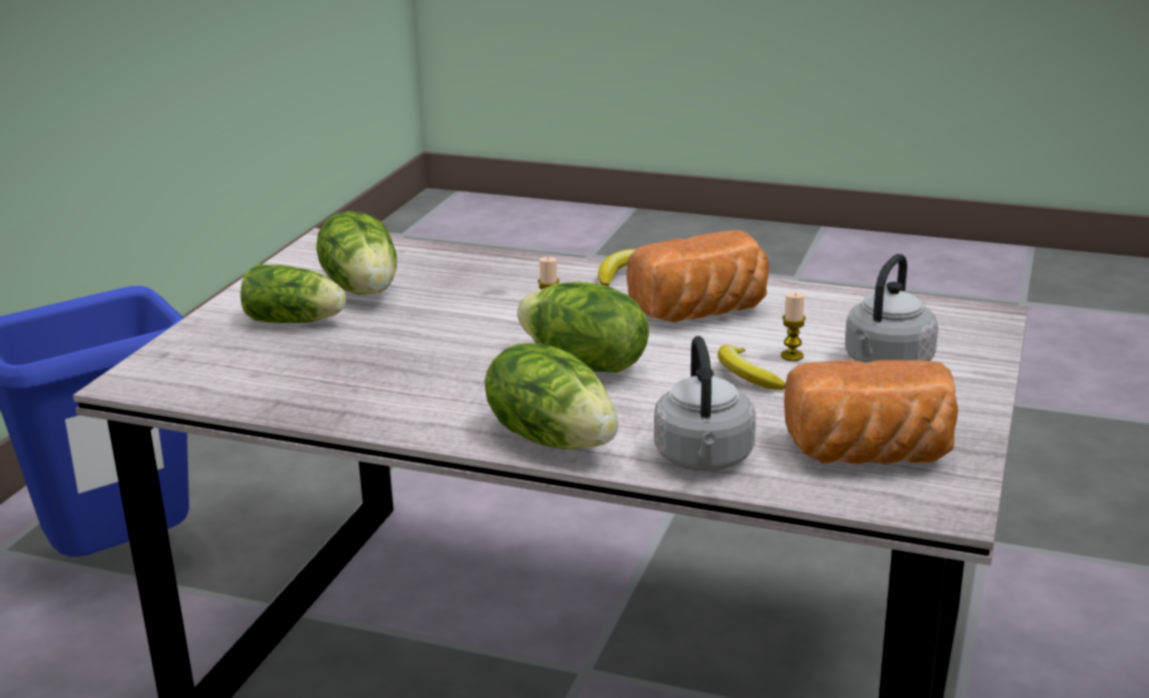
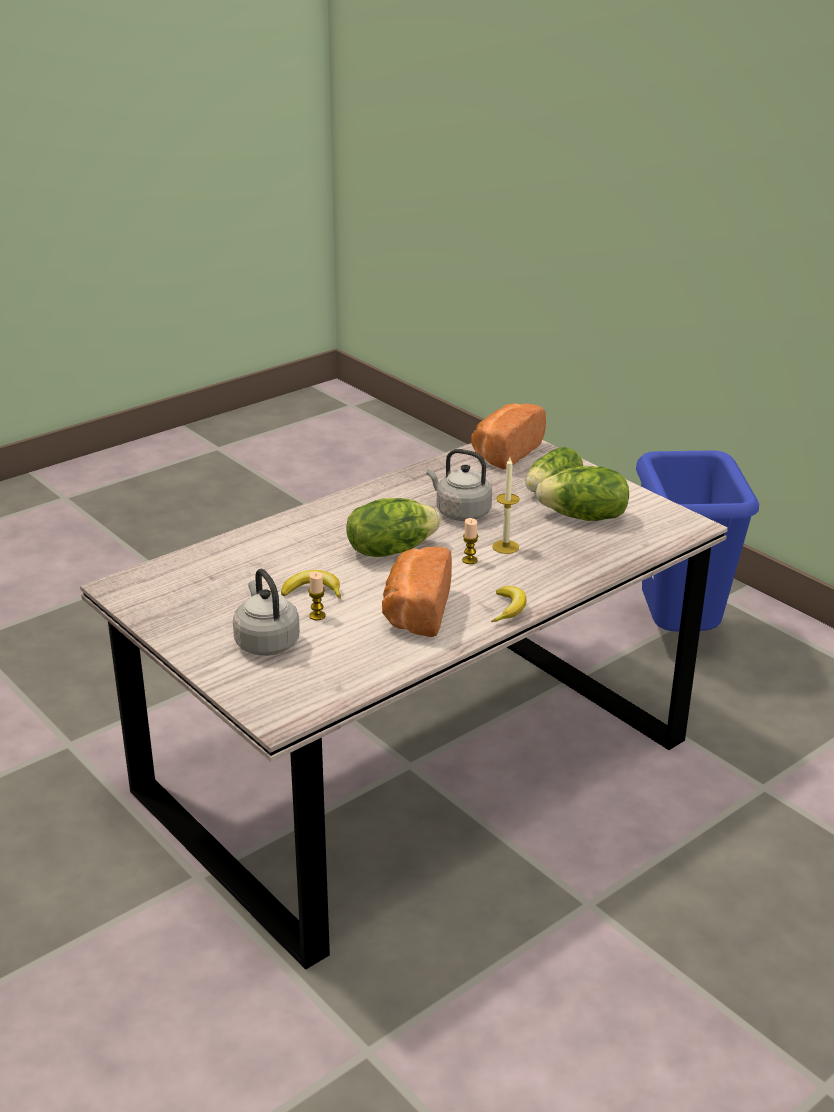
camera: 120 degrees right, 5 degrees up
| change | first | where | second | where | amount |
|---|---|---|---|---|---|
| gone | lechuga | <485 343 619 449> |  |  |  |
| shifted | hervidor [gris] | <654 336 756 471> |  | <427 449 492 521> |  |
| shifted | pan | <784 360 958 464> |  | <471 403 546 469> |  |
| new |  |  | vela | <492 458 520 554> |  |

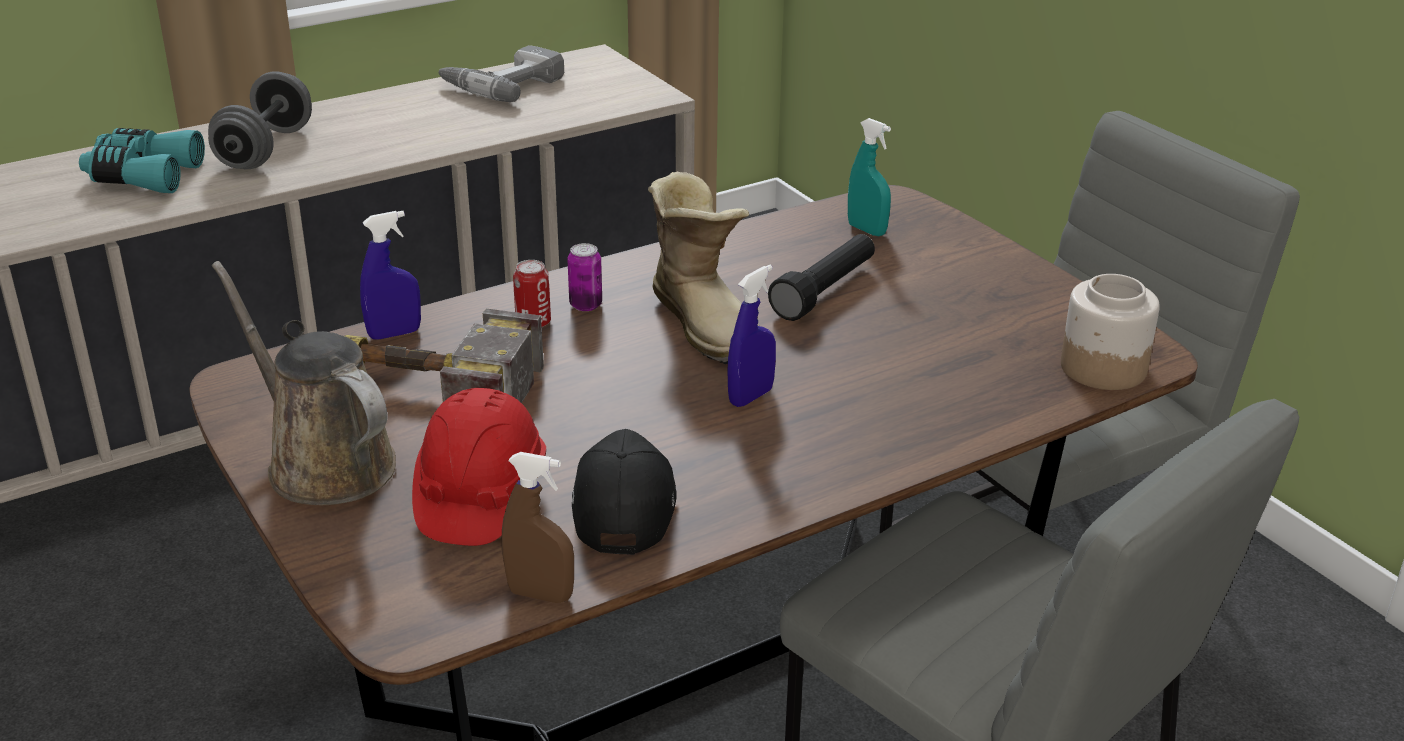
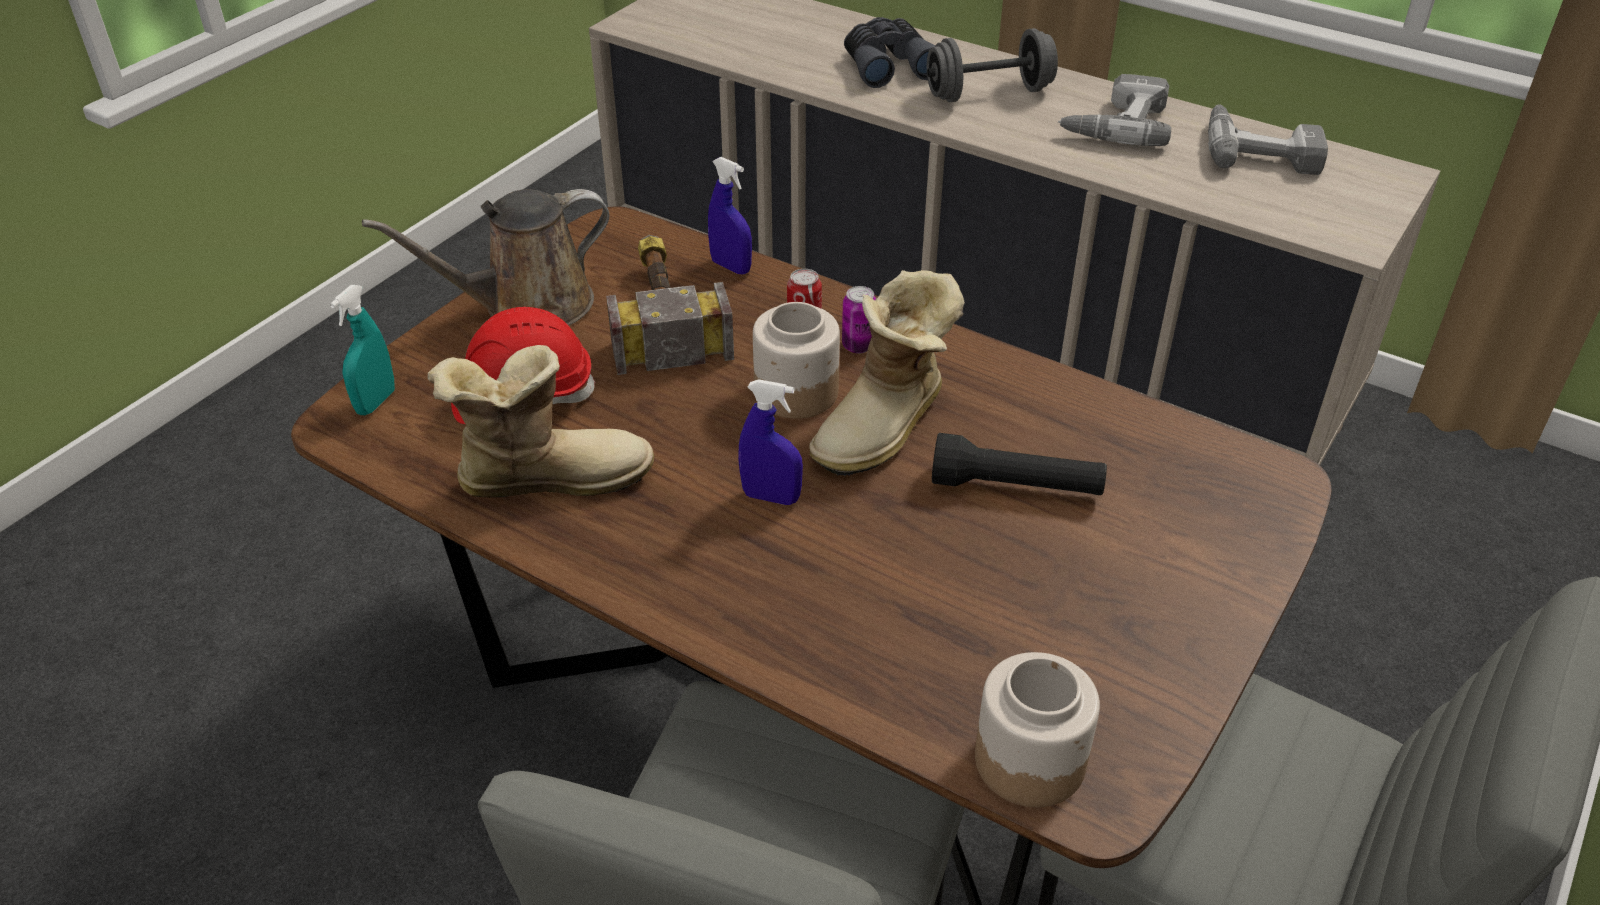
camera: 65 degrees right, 10 degrees up
| change | first | where | second | where | amount |
|---|---|---|---|---|---|
| repainted | prismáticos [turquesa] | <79 128 205 193> | prismáticos [gris] | <844 17 935 88> |  |
| rotated | regadera [marrón] | <212 261 396 505> |  | <362 189 609 326> | 135 degrees counterclockwise |
| gone | pulverizador [marrón] | <502 452 574 603> |  |  |  |
| swapped | gorra [negro] | <572 429 677 555> | bota | <428 345 654 497> |  |
| shifted | pulverizador [turquesa] | <848 118 891 236> |  | <330 285 395 415> |  |
| new |  |  | tarro | <753 302 840 419> |  |
| new |  |  | taladro | <1058 74 1171 146> |  |

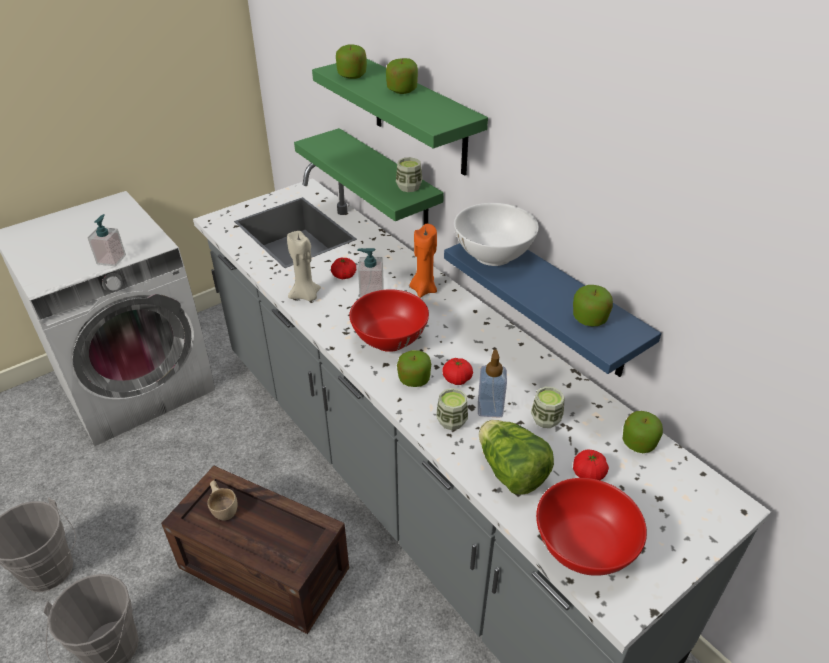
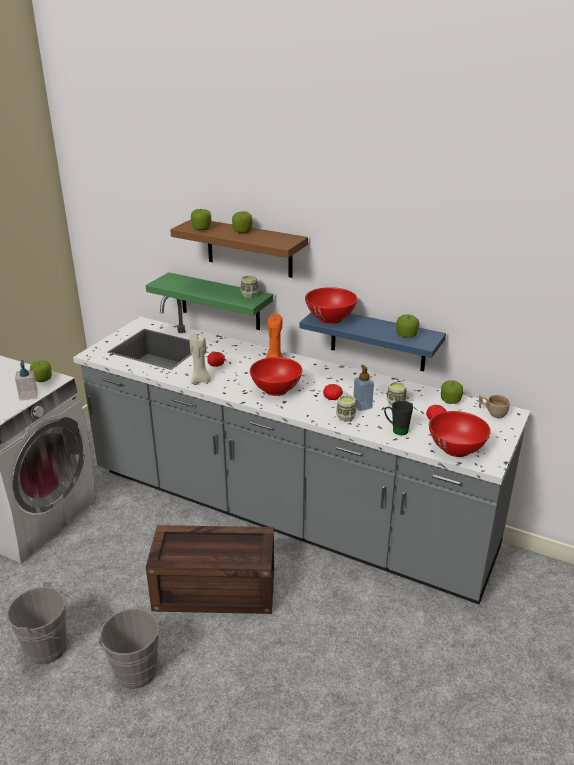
camera: 25 degrees left, 10 degrees down
| change | first | where | second | where | amount |
|---|---|---|---|---|---|
| shifted | taza [beis] | <207 480 237 521> |  | <479 394 510 418> |  |
| repainted | estante [verde] | <312 59 488 176> | estante [marrón] | <170 220 308 278> |  |
| gone | dispensador de jabón | <357 248 384 298> |  |  |  |
| shifted | manzana | <397 350 431 387> |  | <30 361 52 382> |  |
| repainted | cuenco [blanco] | <454 203 539 266> | cuenco [rojo] | <305 287 357 324> |  |
| swapped | lechuga | <479 420 554 494> | taza grande [negro] | <384 401 413 435> |  |

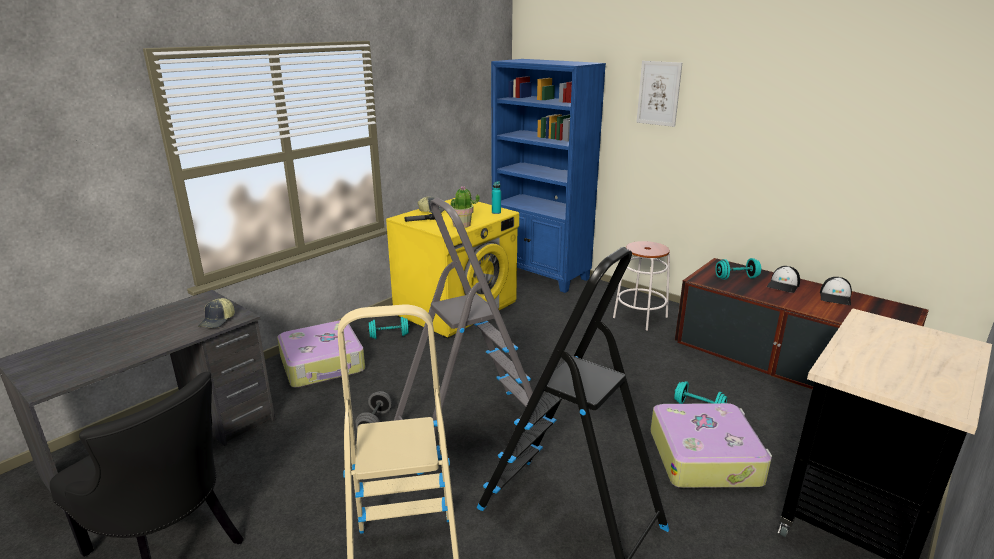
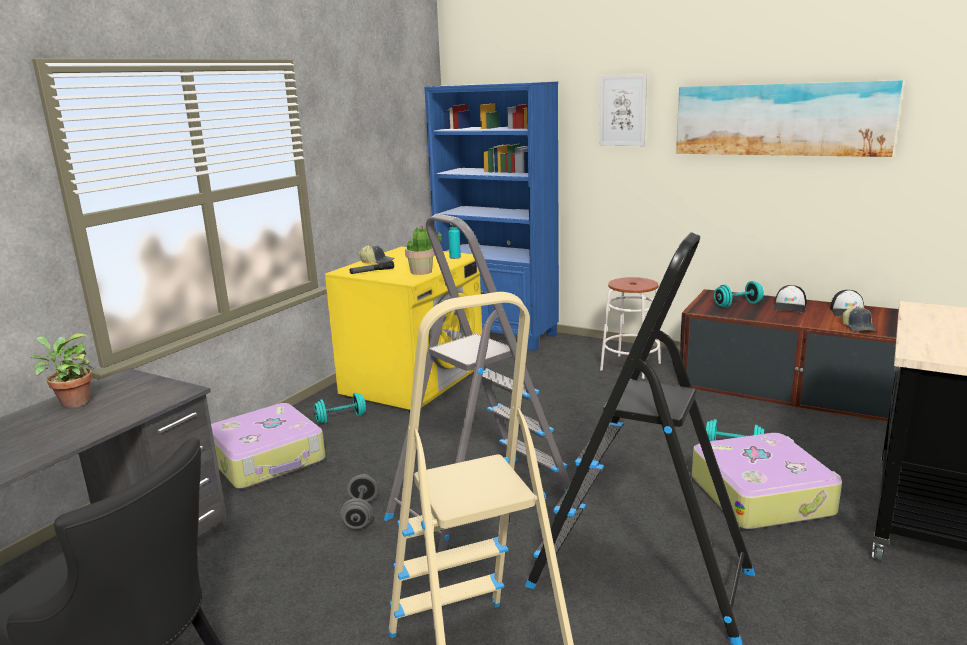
camera: 10 degrees left, 5 degrees down
| change | first | where | second | where | amount |
|---|---|---|---|---|---|
| shifted | gorra | <197 298 235 328> |  | <843 306 876 332> |  |
| new |  |  | planta en maceta | <30 333 94 408> |  |
| new |  |  | cuadro | <676 80 903 157> |  |

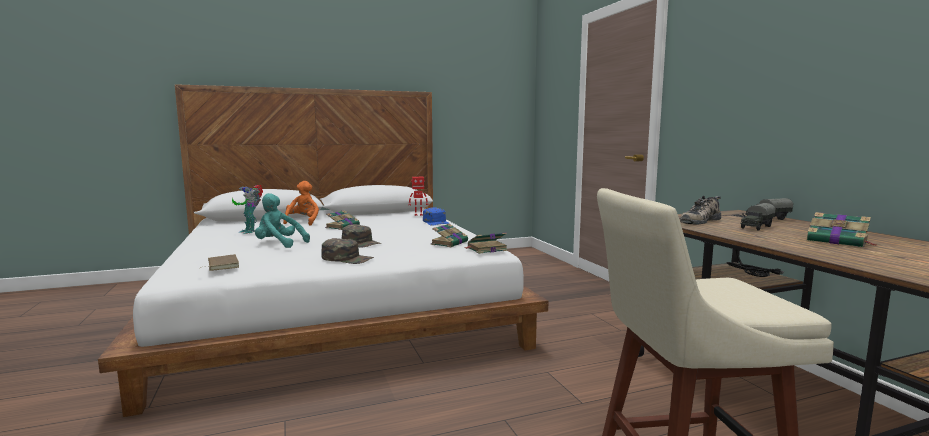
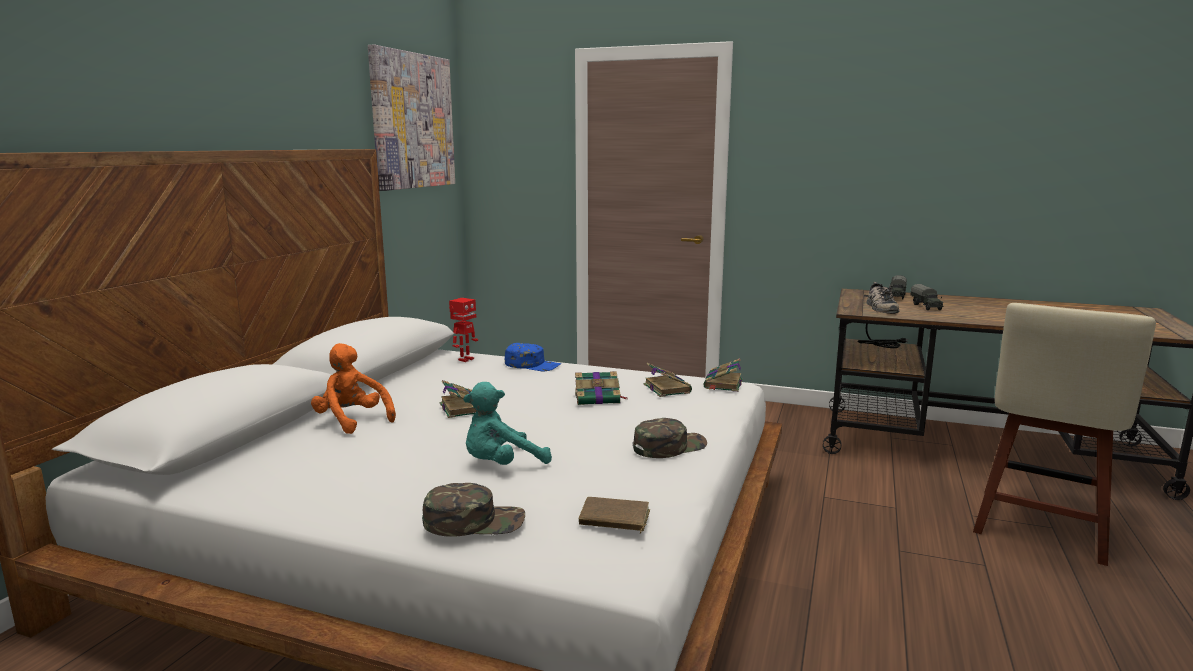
camera: 50 degrees left, 5 degrees up
| change | first | where | second | where | amount |
|---|---|---|---|---|---|
| gone | robot de juguete | <232 185 263 234> |  |  |  |
| shifted | gorra [verde] | <342 224 382 247> |  | <422 483 525 537> |  |
| shifted | libro | <807 212 877 247> |  | <575 371 627 405> |  |
| new |  |  | cuadro | <368 44 455 191> |  |

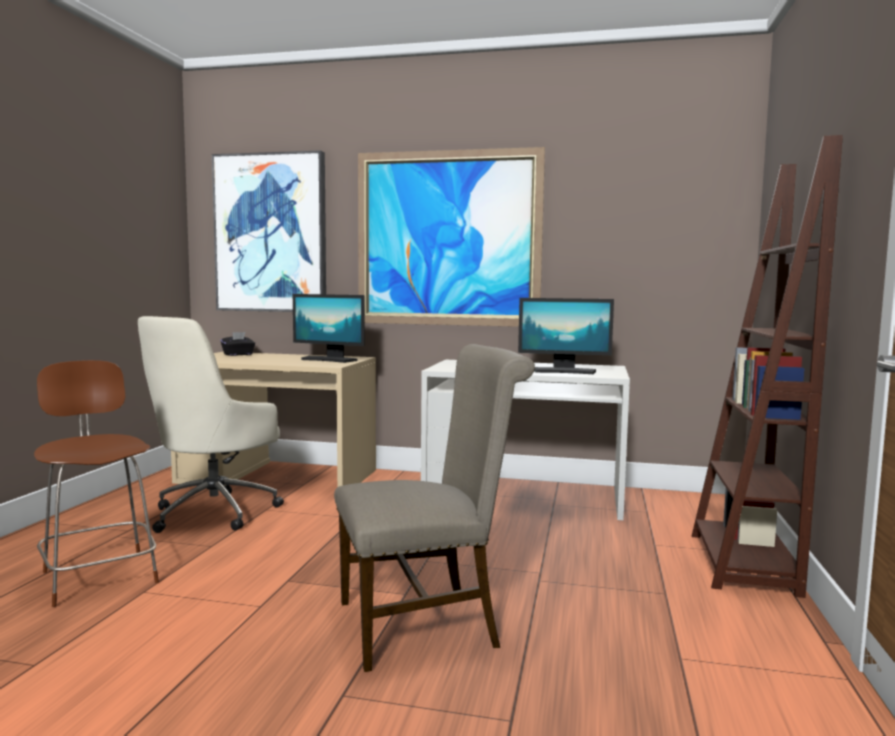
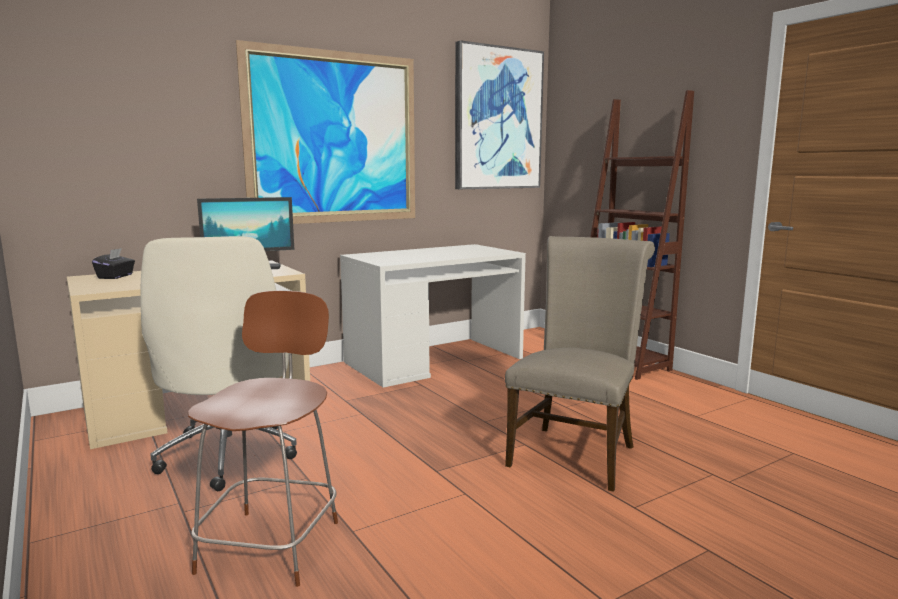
camera: 45 degrees left, 5 degrees up
| change | first | where | second | where | amount |
|---|---|---|---|---|---|
| rotated | silla [marrón] | <34 360 159 607> |  | <188 290 338 587> | 90 degrees clockwise |
| shifted | cuadro | <212 150 326 312> |  | <455 40 544 189> |  |
| gone | monitor | <518 298 614 374> |  |  |  |

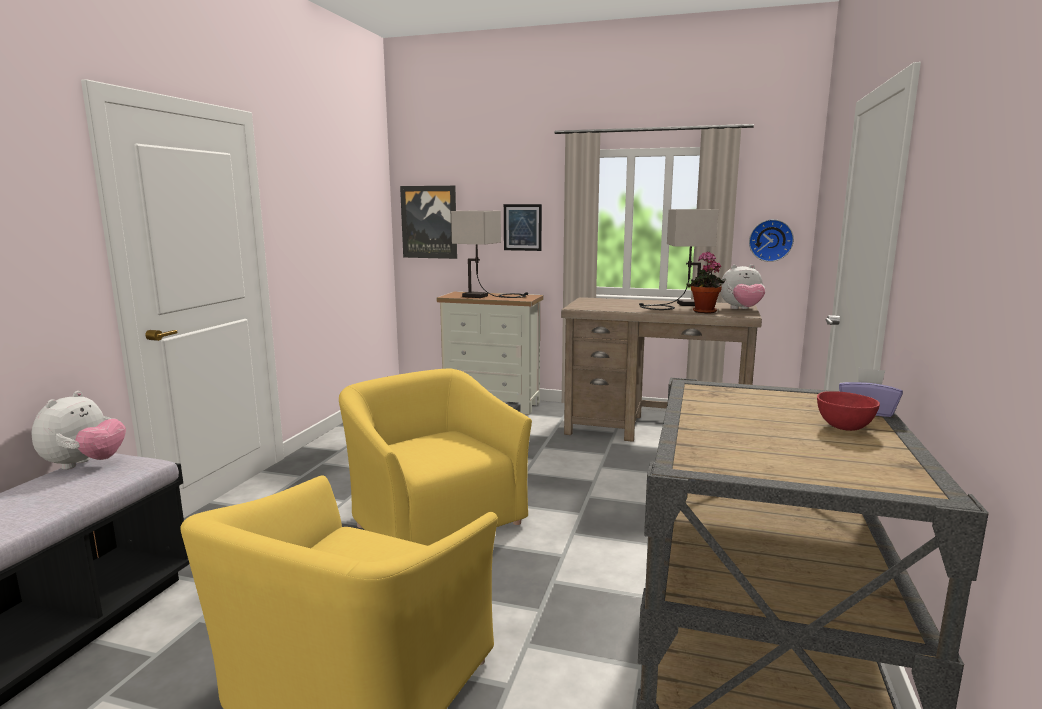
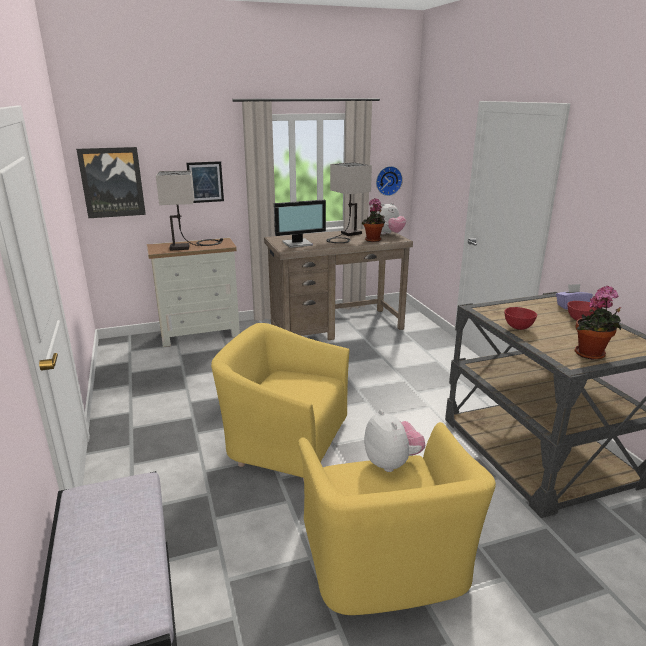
camera: 35 degrees left, 10 degrees up
| change | first | where | second | where | amount |
|---|---|---|---|---|---|
| shifted | peluche | <31 391 126 470> |  | <364 410 425 472> |  |
| new |  |  | monitor | <274 200 326 248> |  |
| new |  |  | cuenco [rojo] | <505 307 537 330> |  |
| new |  |  | planta en maceta | <575 286 621 360> |  |

